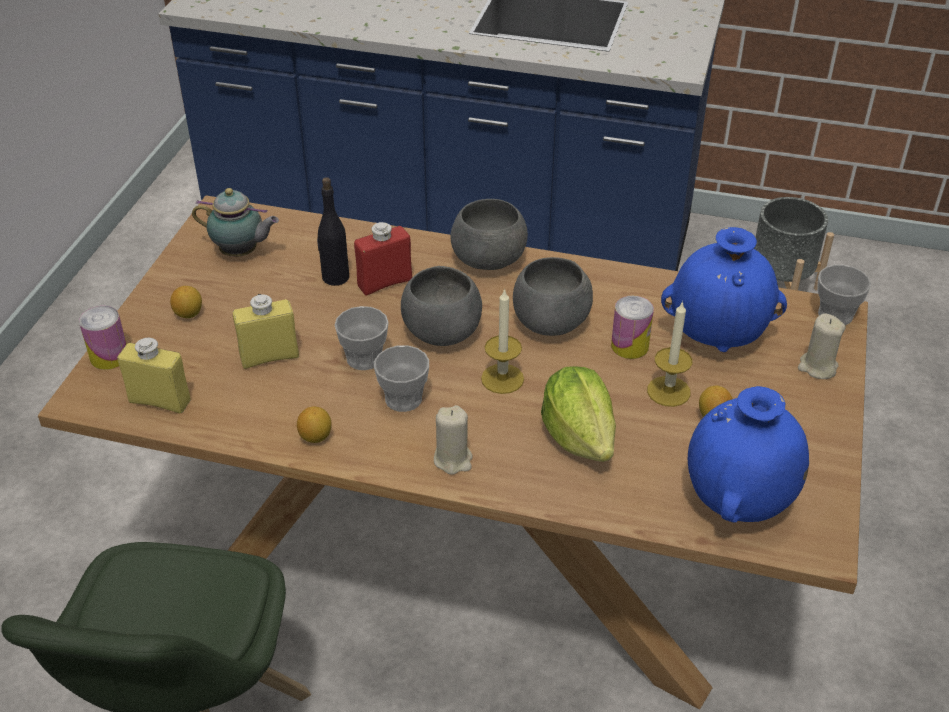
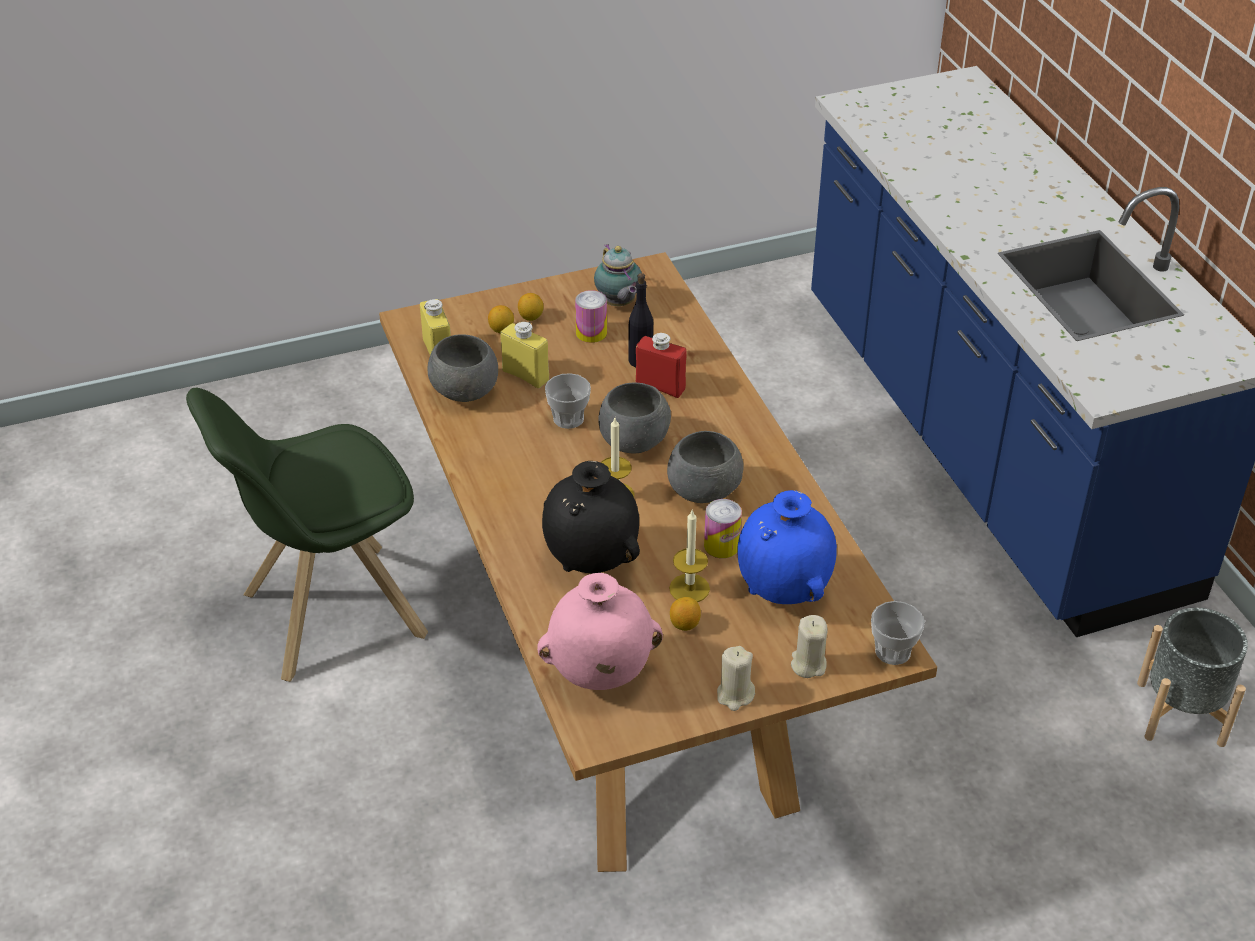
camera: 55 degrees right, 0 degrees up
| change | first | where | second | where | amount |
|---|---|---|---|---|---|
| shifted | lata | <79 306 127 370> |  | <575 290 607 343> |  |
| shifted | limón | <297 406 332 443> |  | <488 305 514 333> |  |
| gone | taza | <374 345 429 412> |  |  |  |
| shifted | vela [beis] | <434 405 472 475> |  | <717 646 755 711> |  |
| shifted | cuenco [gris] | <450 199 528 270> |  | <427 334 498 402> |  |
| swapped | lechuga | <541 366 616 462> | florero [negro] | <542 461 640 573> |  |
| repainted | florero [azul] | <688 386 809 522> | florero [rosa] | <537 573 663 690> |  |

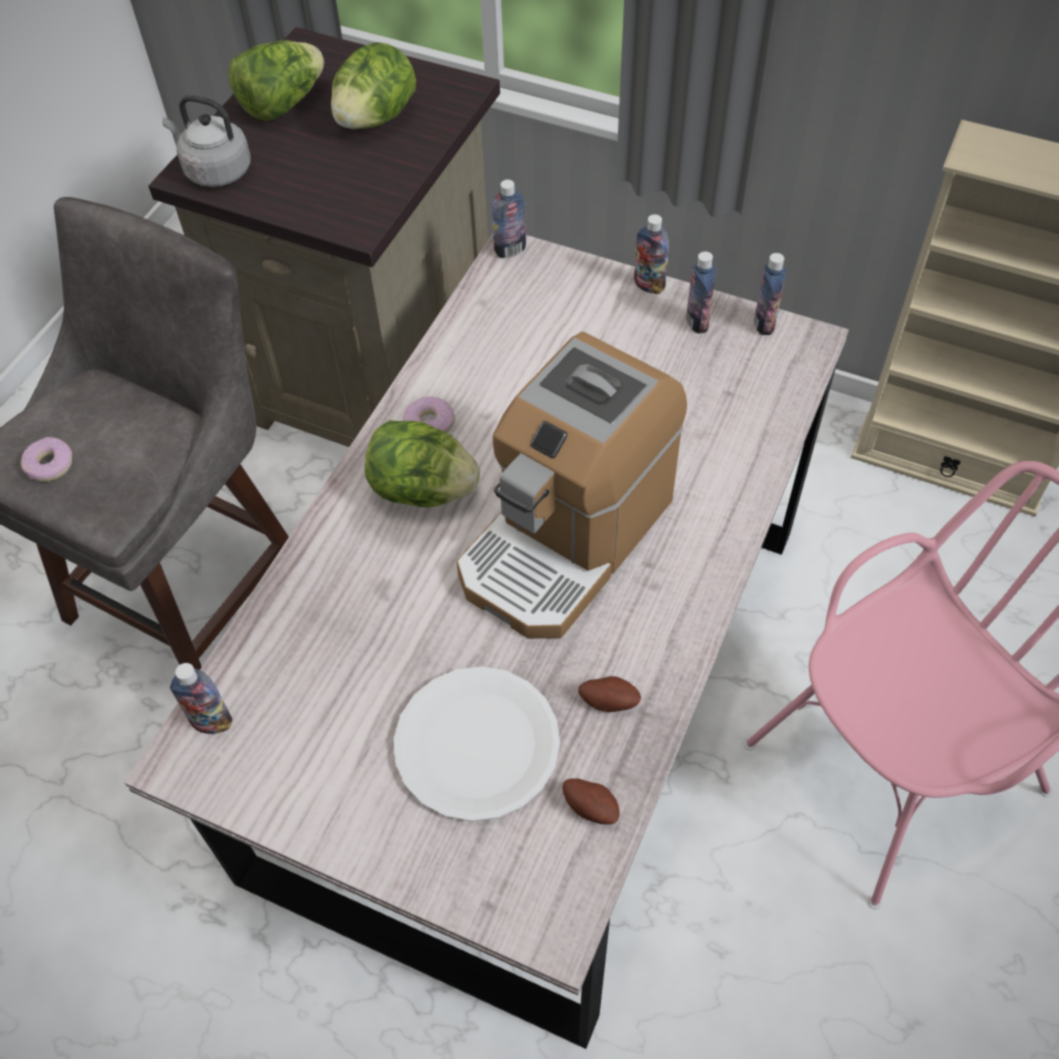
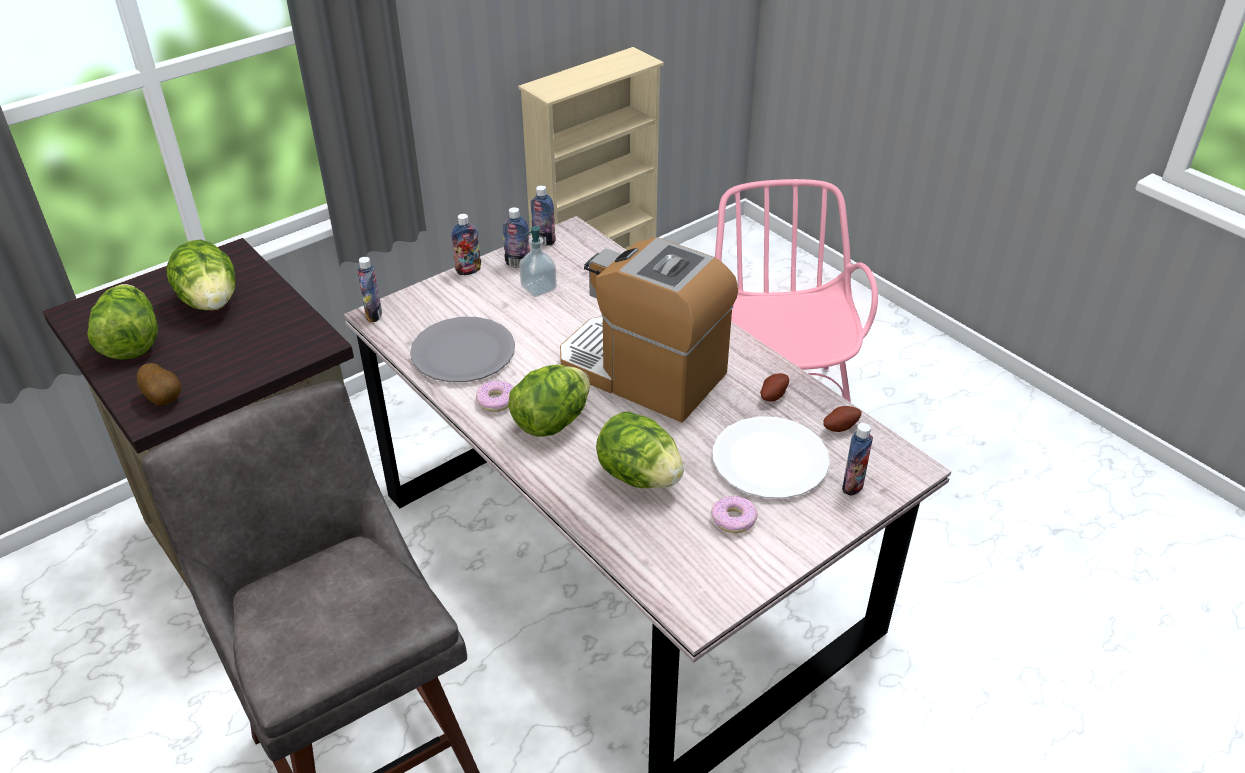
camera: 65 degrees left, 15 degrees down
| change | first | where | second | where | amount |
|---|---|---|---|---|---|
| shifted | rosquilla | <21 437 72 482> |  | <711 496 758 533> |  |
| swapped | hervidor [gris] | <162 95 251 187> | patata | <137 363 181 405> |  |
| shifted | botella | <170 663 232 734> |  | <842 423 873 496> |  |
| rotated | cafetera | <456 332 687 639> |  | <560 237 738 423> | 150 degrees clockwise |
| new |  |  | plato [gris] | <410 317 515 382> |  |
| new |  |  | dispensador de jabón | <519 226 557 297> |  |
| new |  |  | lechuga | <596 412 684 488> |  |

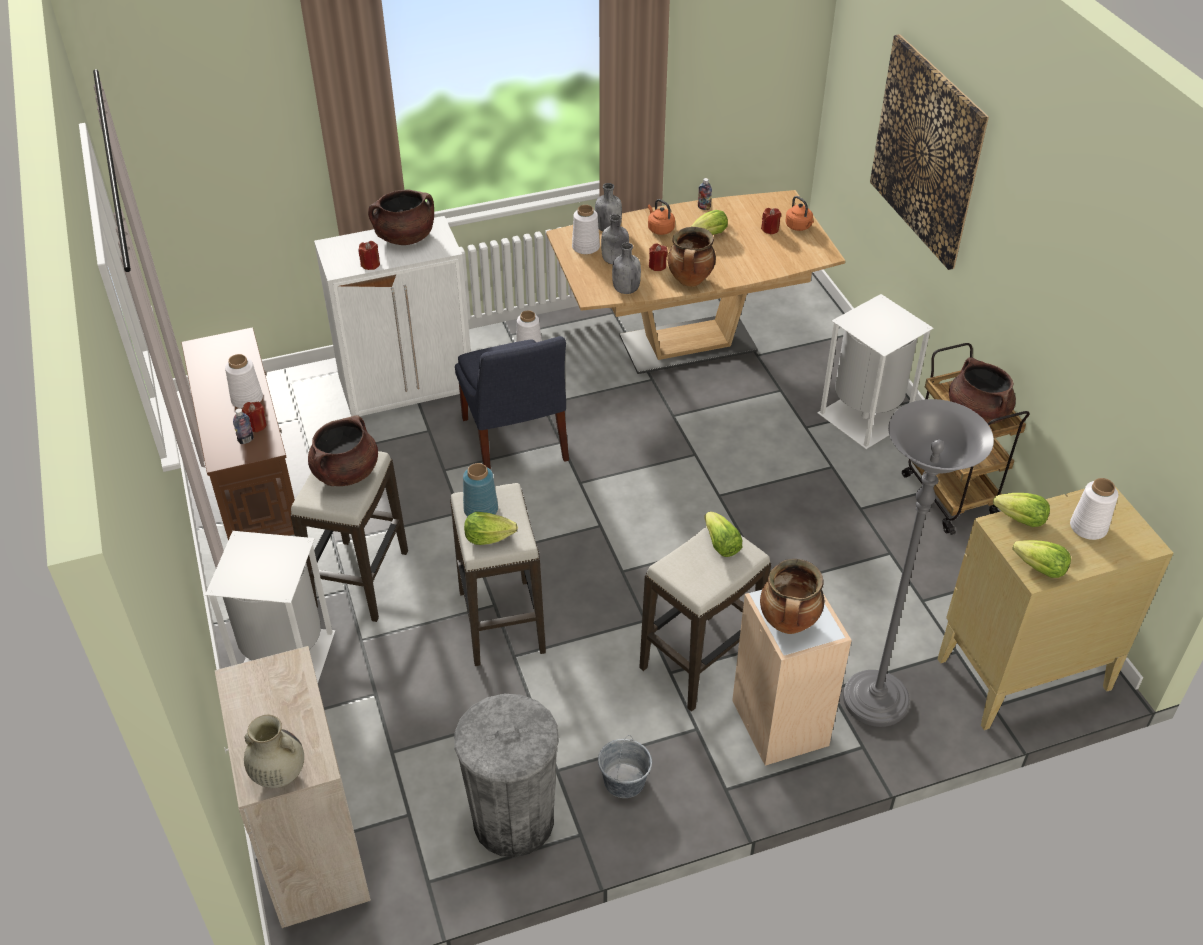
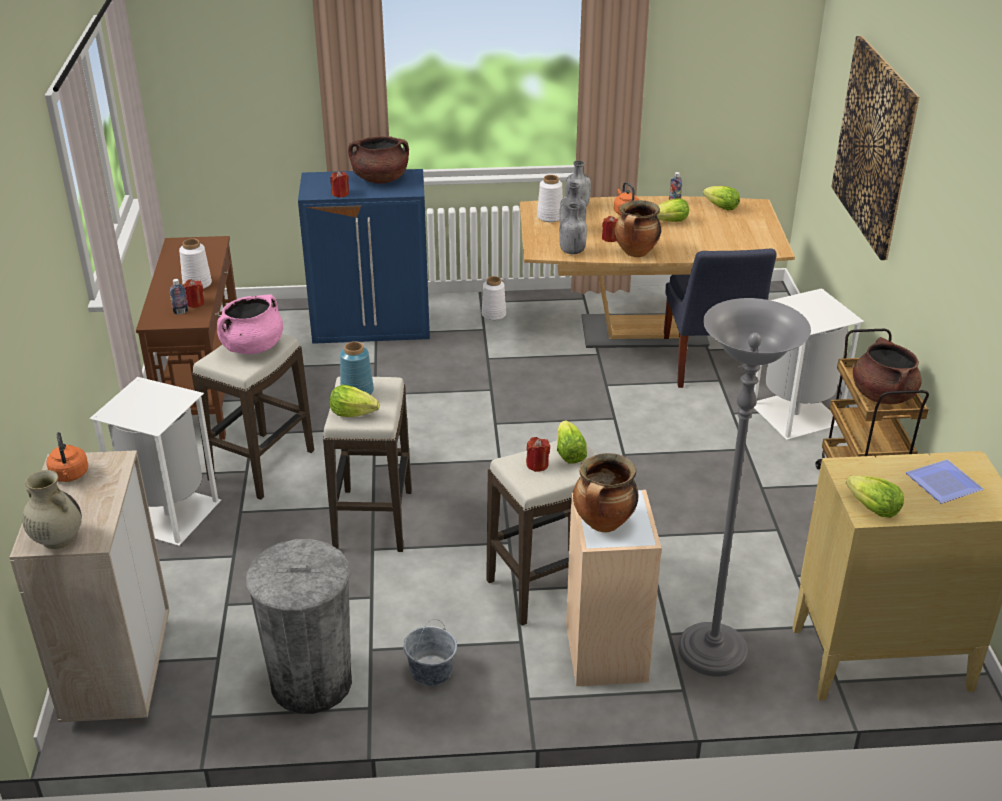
camera: 15 degrees right, 10 degrees down
| change | first | where | second | where | amount |
|---|---|---|---|---|---|
| repainted | olla [marrón] | <308 415 378 486> | olla [rosa] | <217 294 283 354> |  |
| repainted | armario [blanco] | <314 216 471 416> | armario [azul] | <298 169 430 344> |  |
| shifted | silla [azul] | <455 336 569 470> |  | <664 248 777 388> |  |
| shifted | vela [rojo] | <761 208 781 234> |  | <526 437 550 472> |  |
| shifted | hervidor [naranja] | <785 196 814 231> |  | <46 432 88 482> |  |
| shifted | lechuga | <993 493 1050 527> |  | <703 186 740 211> |  |
| swapped | florero [blanco] | <1070 478 1118 540> | plato | <906 459 984 504> |  |

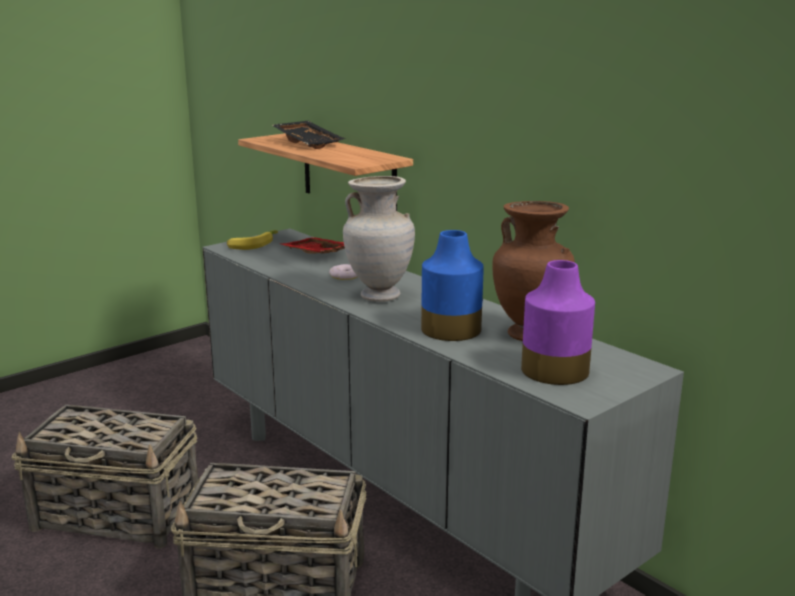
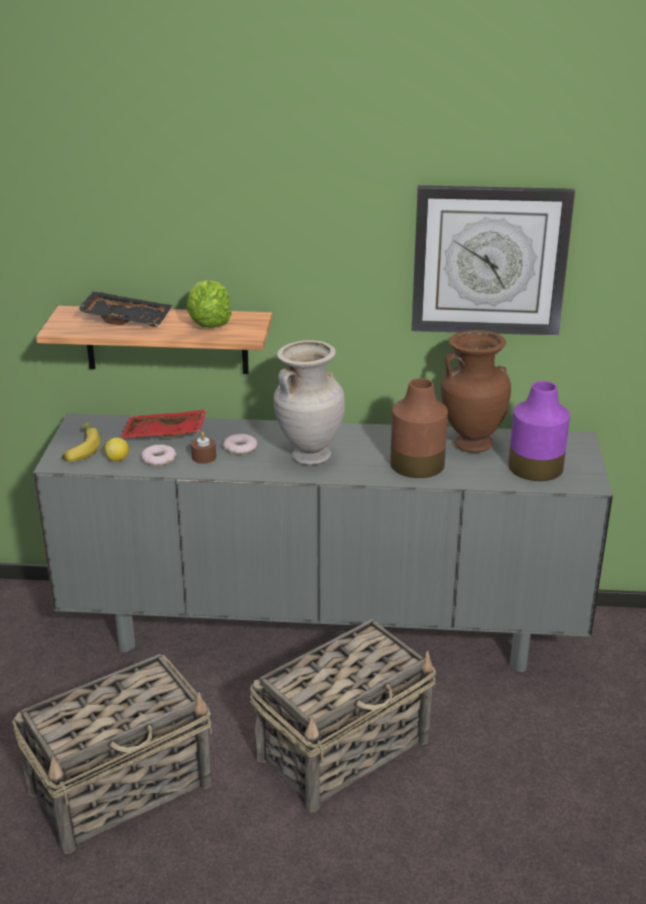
camera: 45 degrees left, 10 degrees up
| change | first | where | second | where | amount |
|---|---|---|---|---|---|
| repainted | florero [azul] | <421 230 484 341> | florero [marrón] | <390 378 448 478> |  |
| new |  |  | limón | <105 438 129 462> |  |
| new |  |  | rosquilla | <141 444 176 466> |  |
| new |  |  | lechuga | <186 280 232 328> |  |
| new |  |  | vela [marrón] | <191 432 216 464> |  |
| new |  |  | reloj de pared | <412 185 575 336> |  |

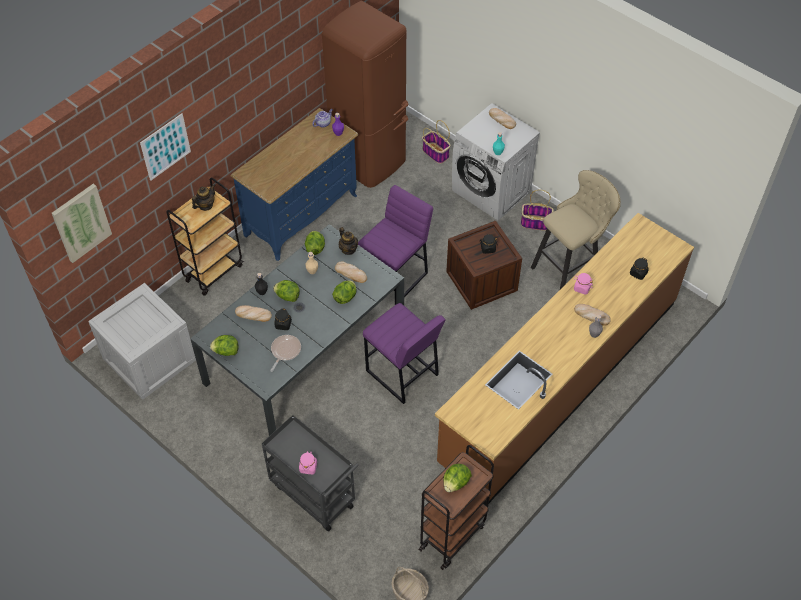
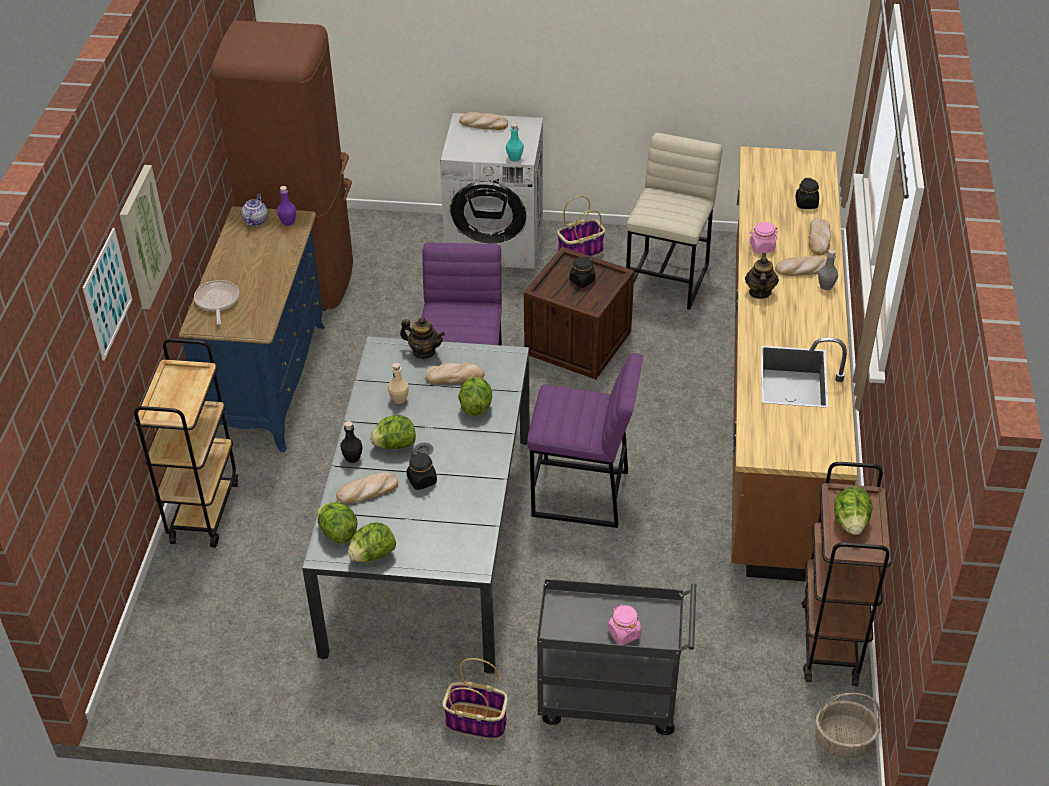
camera: 35 degrees left, 10 degrees down
| change | first | where | second | where | amount |
|---|---|---|---|---|---|
| shifted | cuadro | <52 184 112 263> |  | <119 165 172 309> |  |
| gone | caja de embalaje | <88 283 196 400> |  |  |  |
| shifted | tetera | <192 184 215 211> |  | <745 253 779 299> |  |
| shifted | sartén | <270 335 301 372> |  | <194 280 239 325> |  |
| shifted | lechuga | <305 231 325 255> |  | <317 502 357 543> |  |
| shifted | cesta | <422 120 451 164> |  | <442 658 508 739> |  |
| swapped | taburete [beis] | <531 170 621 289> | silla [beis] | <626 133 722 310> |  |
| new |  |  | pan | <809 218 831 255> |  |

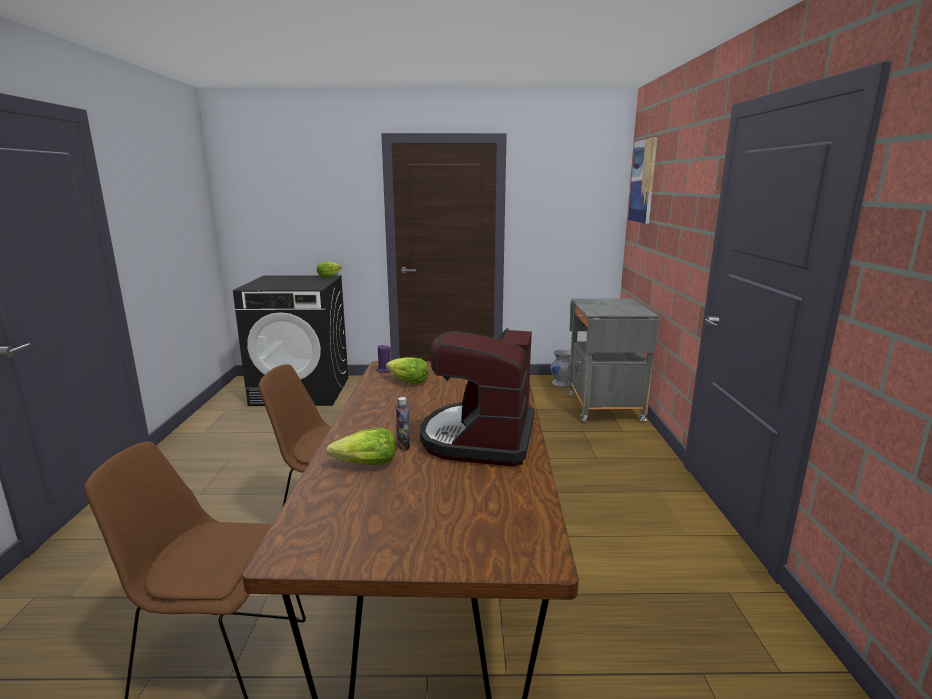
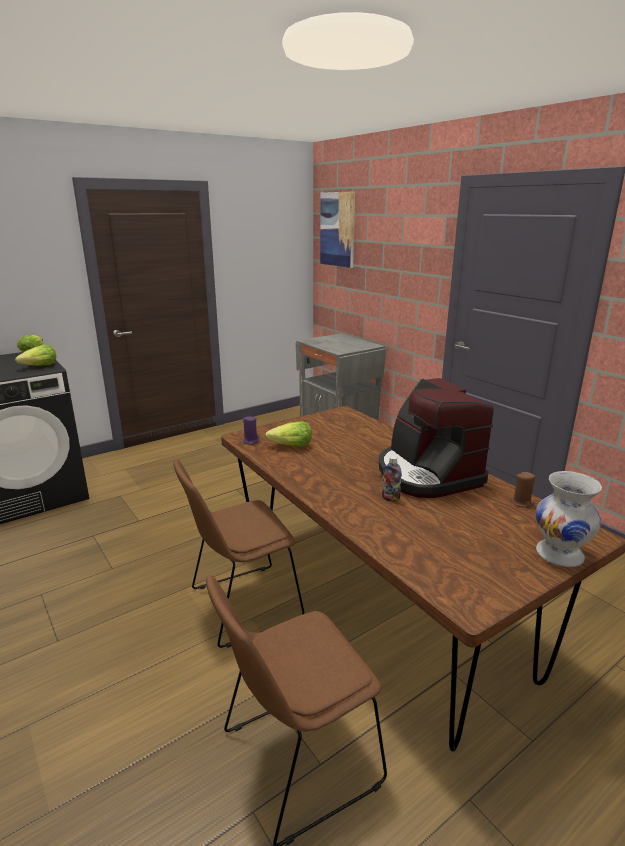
camera: 35 degrees left, 5 degrees up
| change | first | where | second | where | amount |
|---|---|---|---|---|---|
| shifted | lechuga | <327 428 396 465> |  | <15 344 56 366> |  |
| shifted | florero [blanco] | <550 350 571 387> |  | <536 471 602 567> |  |
| new |  |  | vela [marrón] | <511 472 535 508> |  |

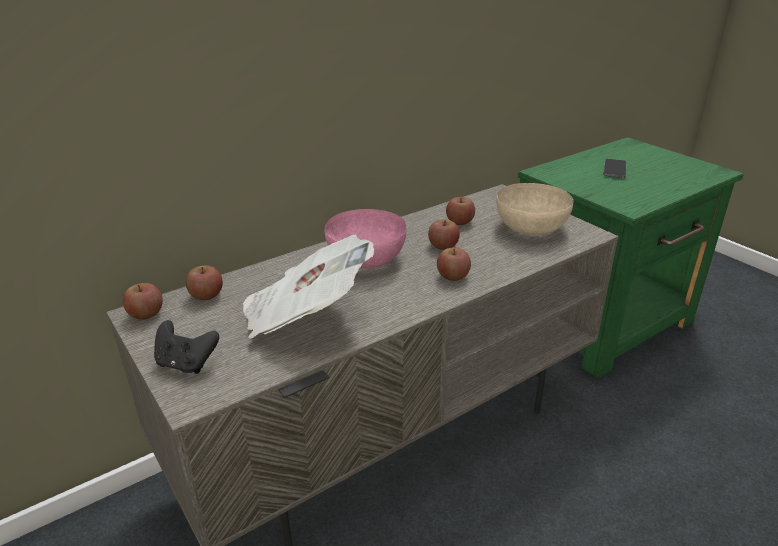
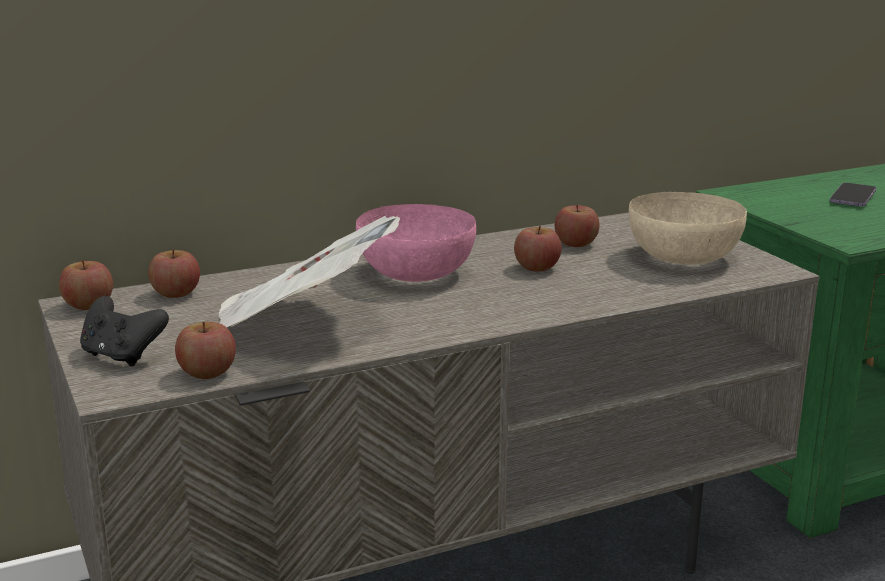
camera: 10 degrees right, 10 degrees down
| change | first | where | second | where | amount |
|---|---|---|---|---|---|
| shifted | manzana | <437 248 471 281> |  | <175 322 236 379> |  |

